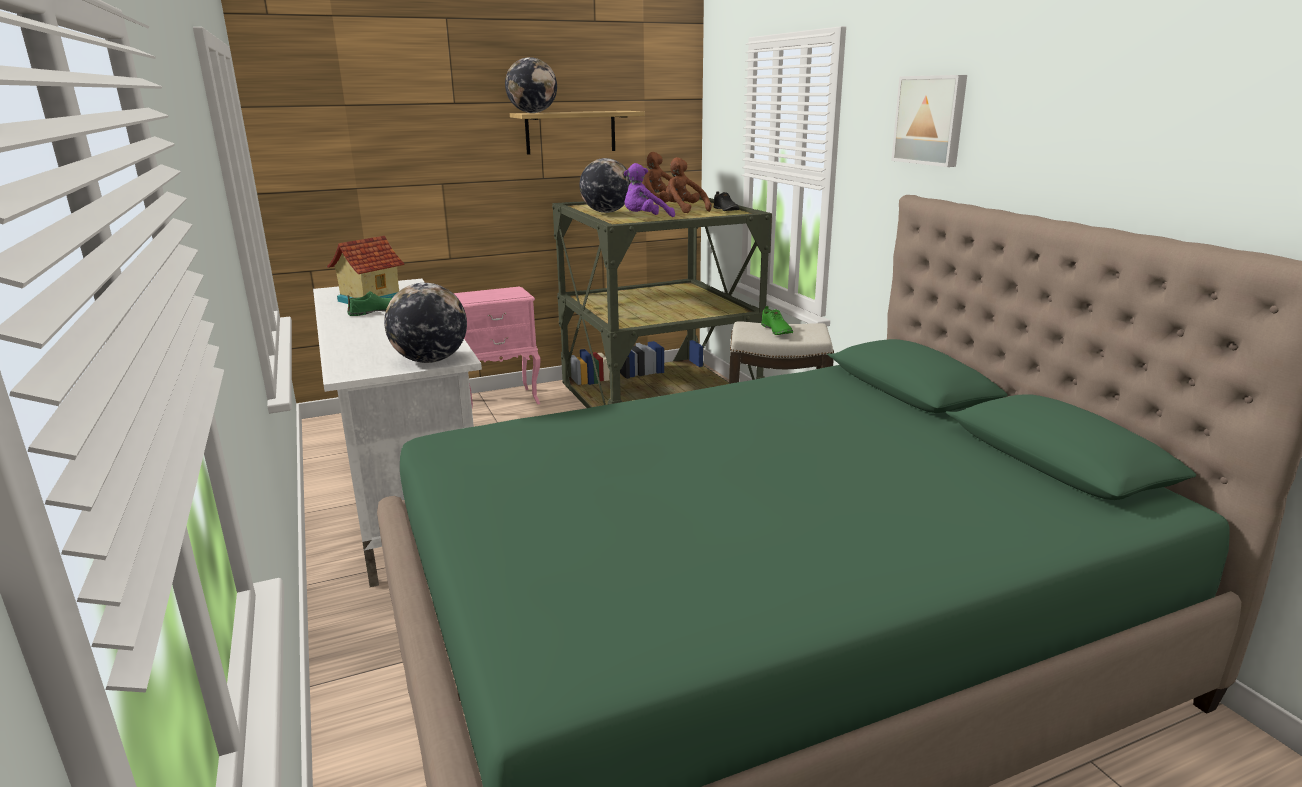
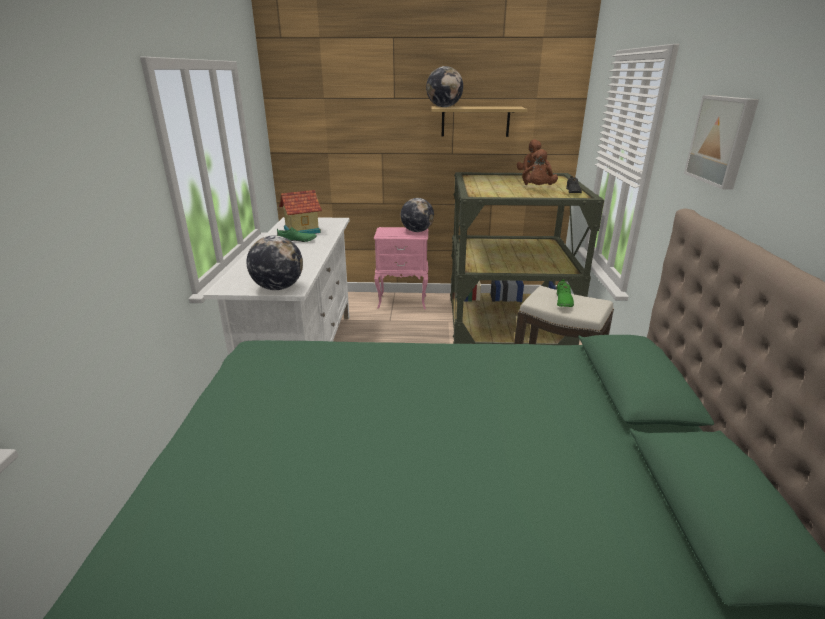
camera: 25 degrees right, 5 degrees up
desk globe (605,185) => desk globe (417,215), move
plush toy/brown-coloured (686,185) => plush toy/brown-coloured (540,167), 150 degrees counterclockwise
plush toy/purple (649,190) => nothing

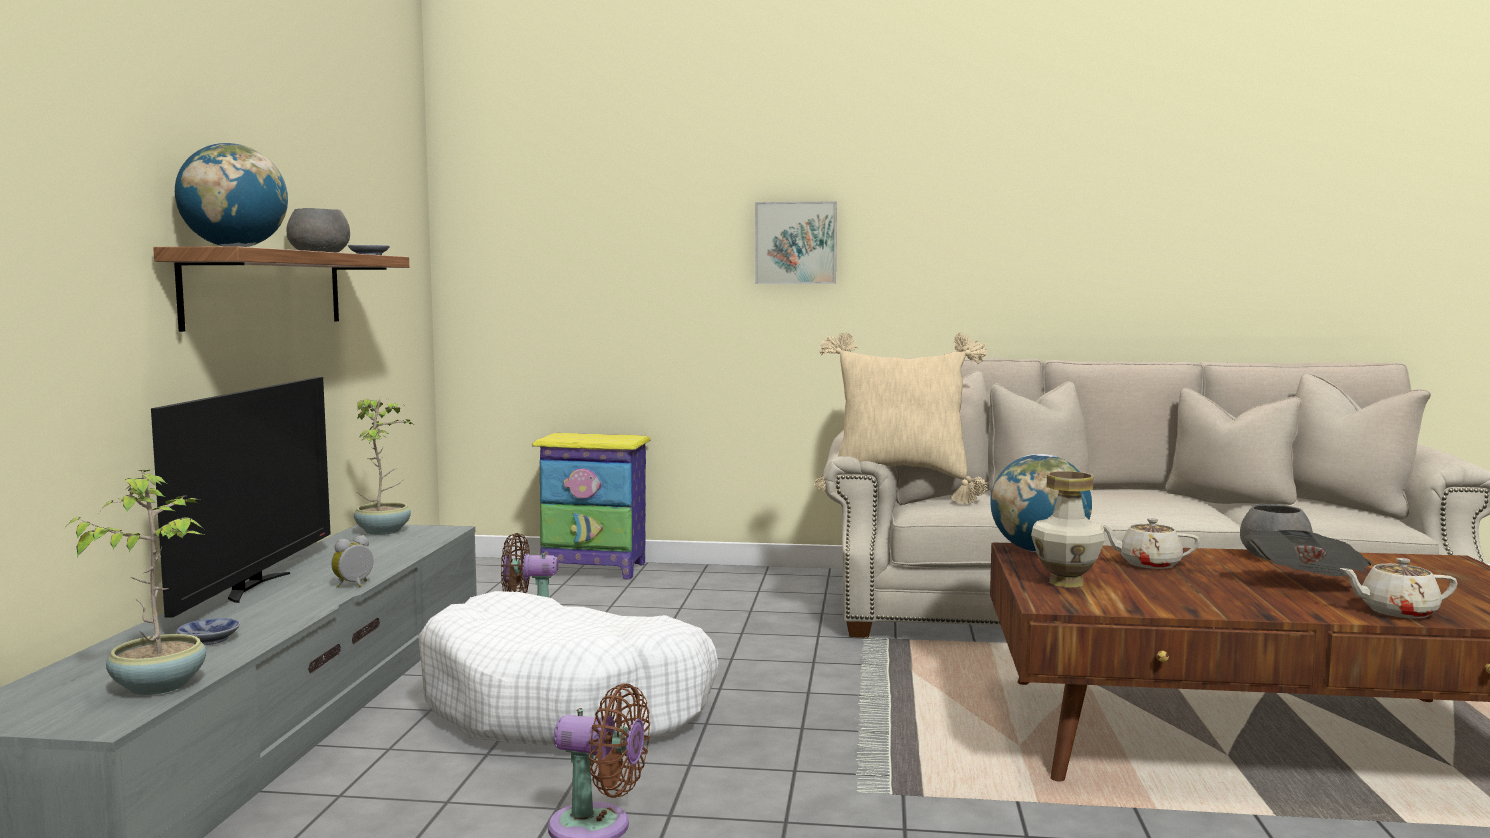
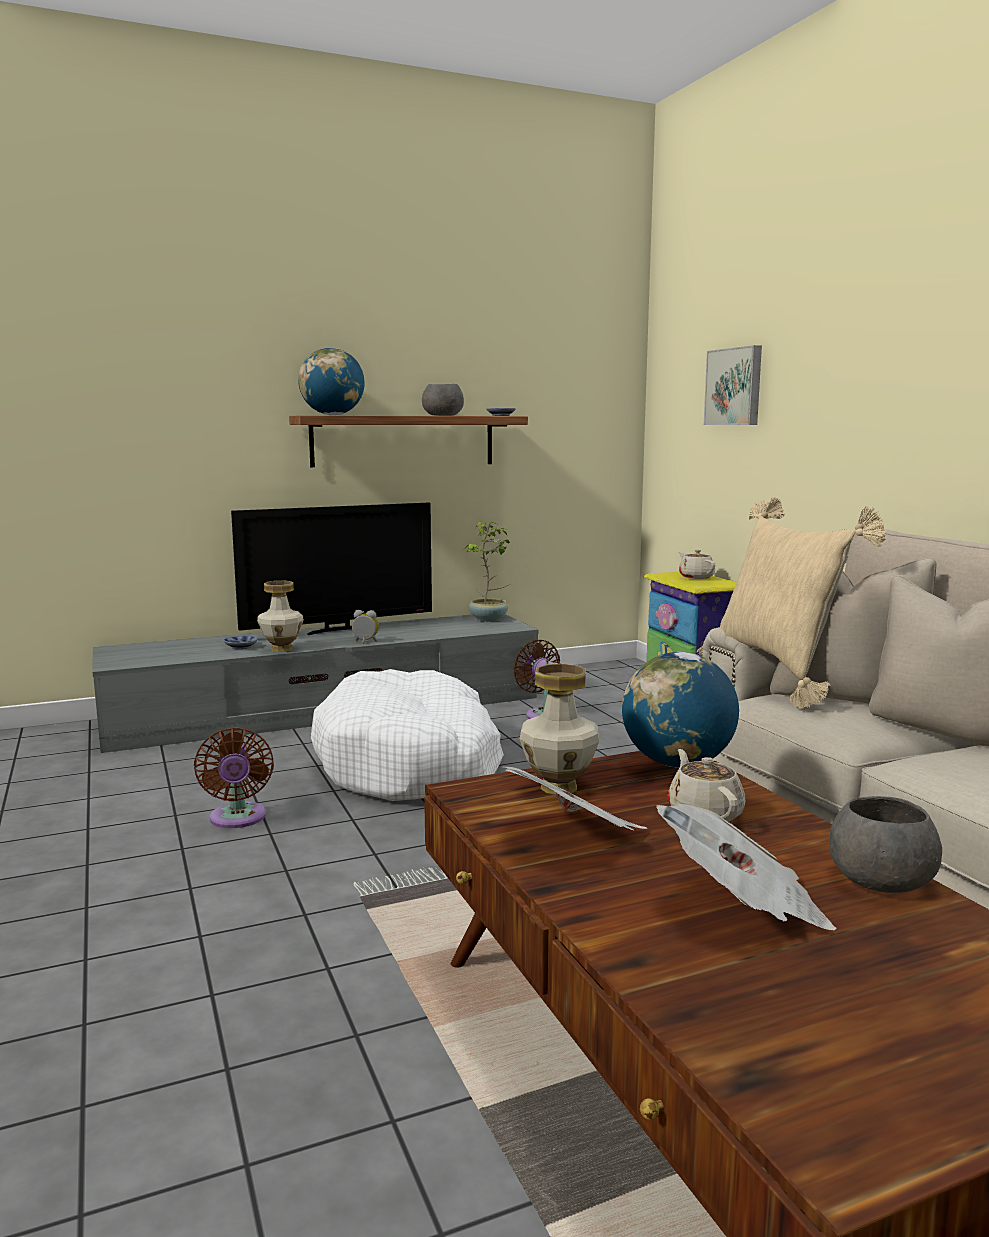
camera: 60 degrees right, 5 degrees up
nothing => decorative vase (280,616)
nothing => daily paper (576,798)
pot for tea/sand-coloured (1399,588) => pot for tea/sand-coloured (697,564), move
picture (796,242) => picture (733,385), move
houseplant (136,582) => nothing

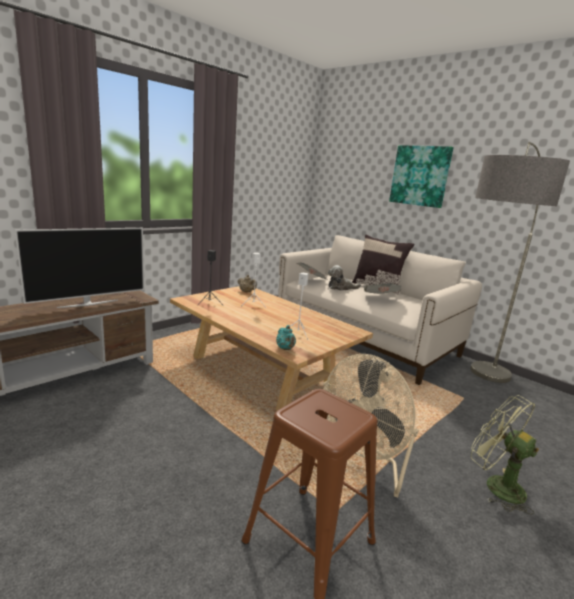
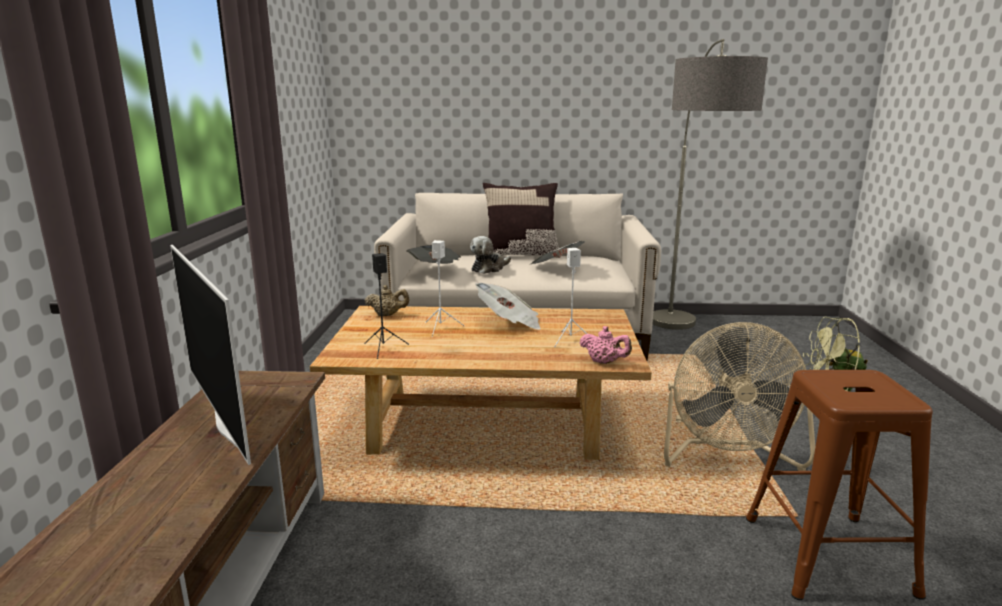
camera: 40 degrees left, 0 degrees up
television (79,268) => television (210,355), 135 degrees clockwise
nothing => daily paper (508,306)
pot for tea/turquoise-coloured (286,337) => pot for tea/pinkish (606,345)
picture (421,176) => nothing

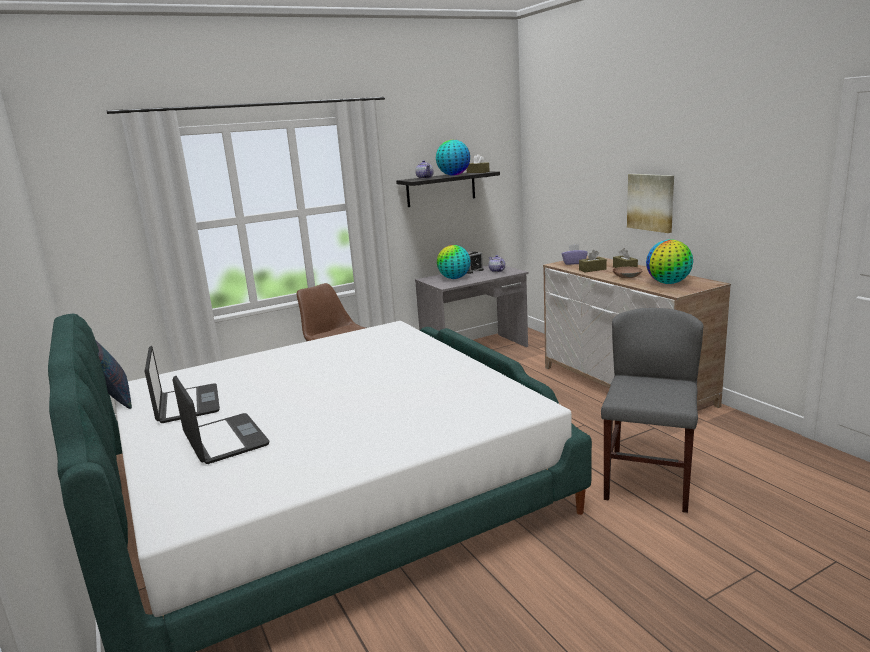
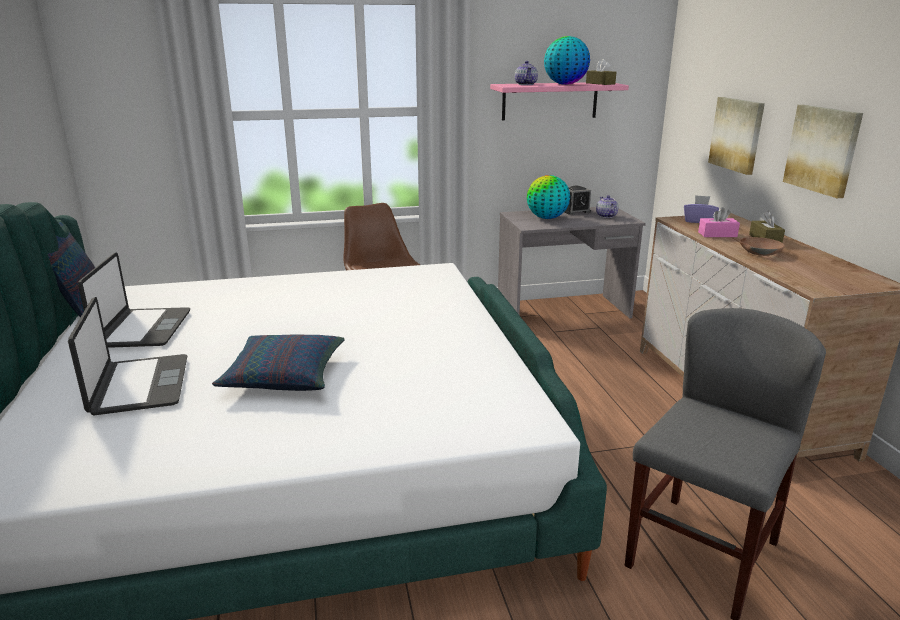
camera: 15 degrees right, 5 degrees up
nothing => throw pillow/bluish (278,363)
shelf/black-coloured (448,189) => shelf/pinkish (559,101)
tissue holder/brown-coloured (593,261) => tissue holder/pinkish (719,222)
nothing => picture (736,136)
desk globe (669,261) => nothing

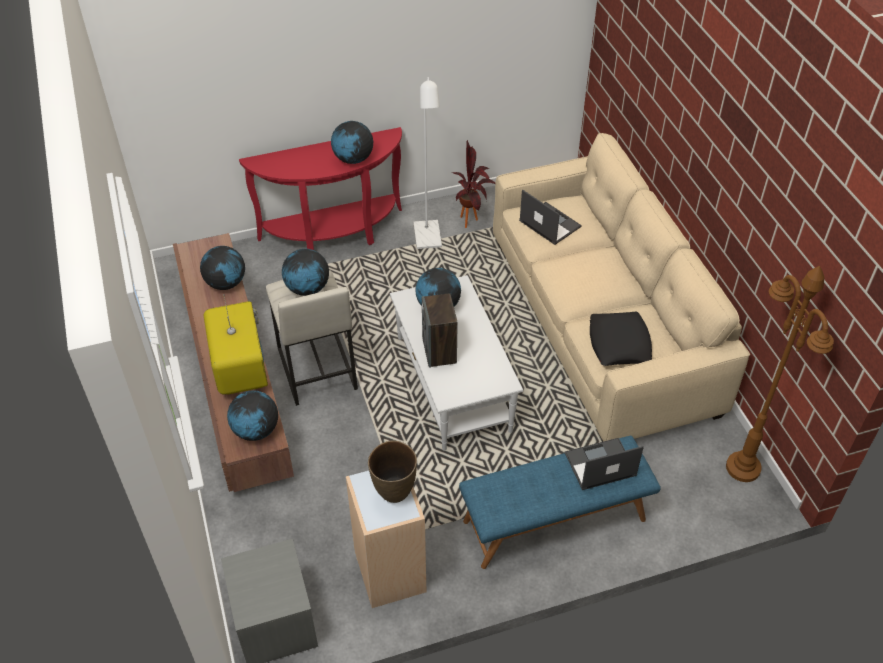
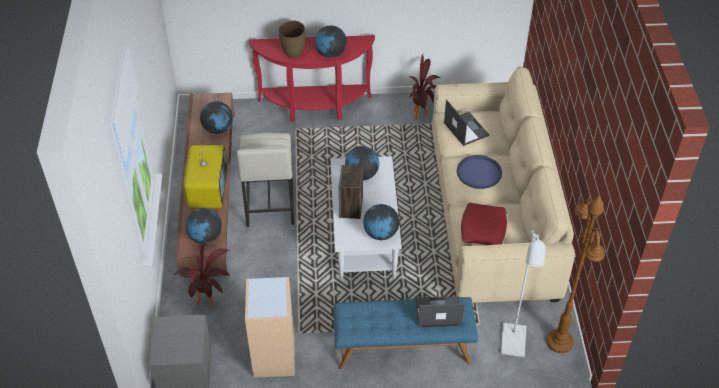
camera: 15 degrees right, 0 degrees up
nothing => houseplant (202,273)
decorative vase/brown-coloured (392,472) => decorative vase/brown-coloured (291,39), move
desk globe (305,272) => desk globe (381,222), move
nothing => carrying tray/bluish (479,172)
throw pillow/black-coloured (621,339) => throw pillow/reddish (484,224)
floor lamp/white (428,163) => floor lamp/white (523,293), move

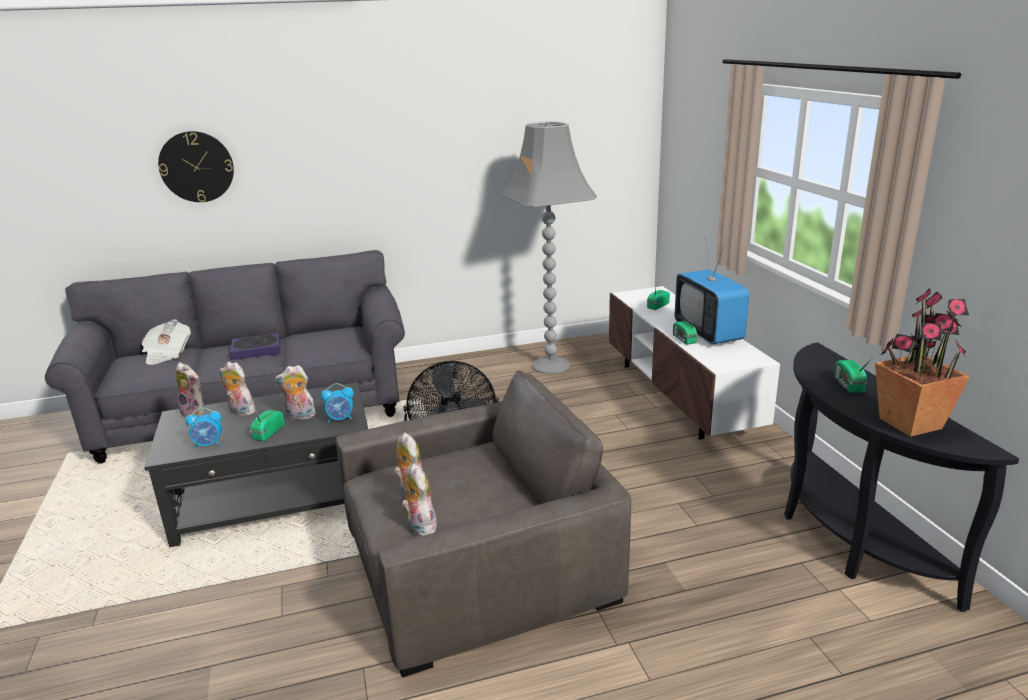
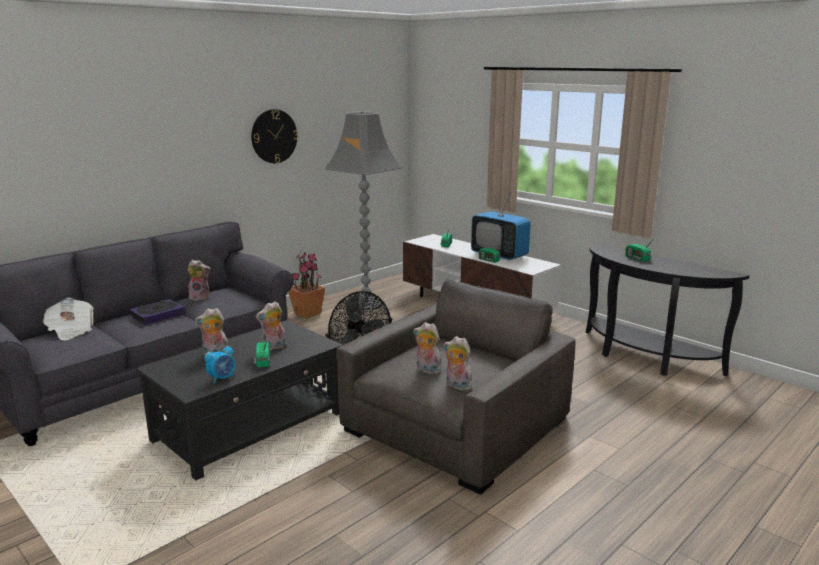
camera: 30 degrees left, 5 degrees down
plush toy (190,390) => plush toy (199,280), move
hanging clock (196,166) => hanging clock (274,136), move
houseplant (922,362) => houseplant (306,285), move
table clock (337,403) => nothing

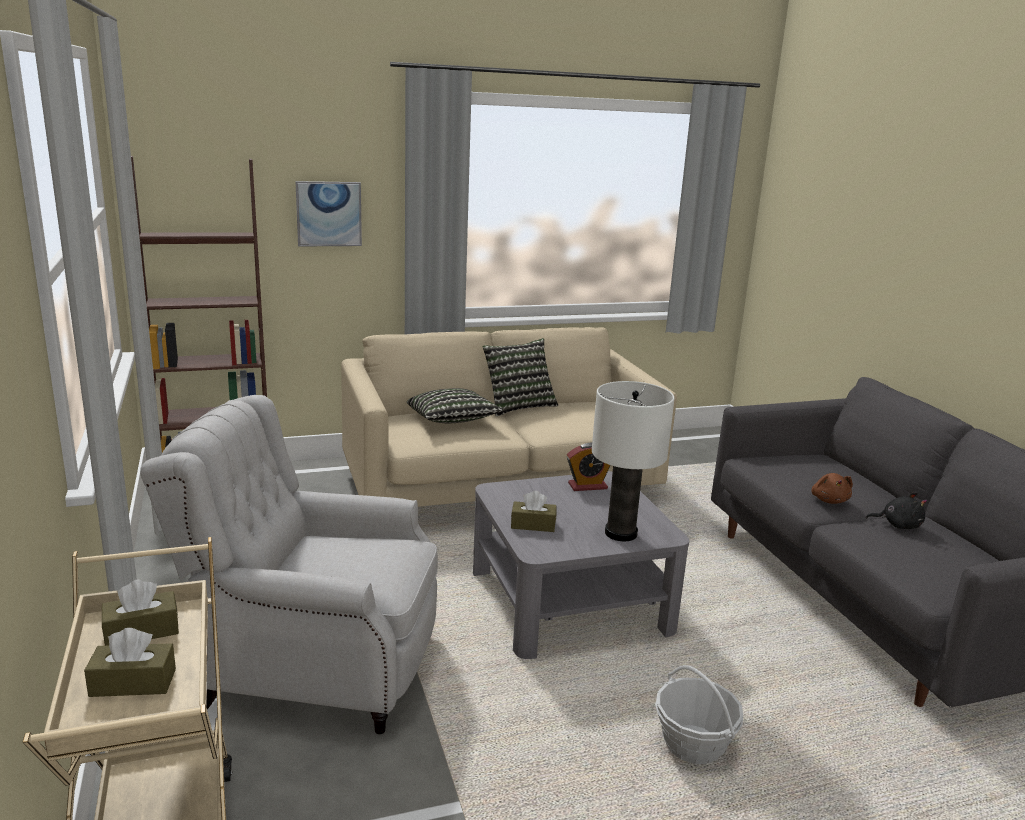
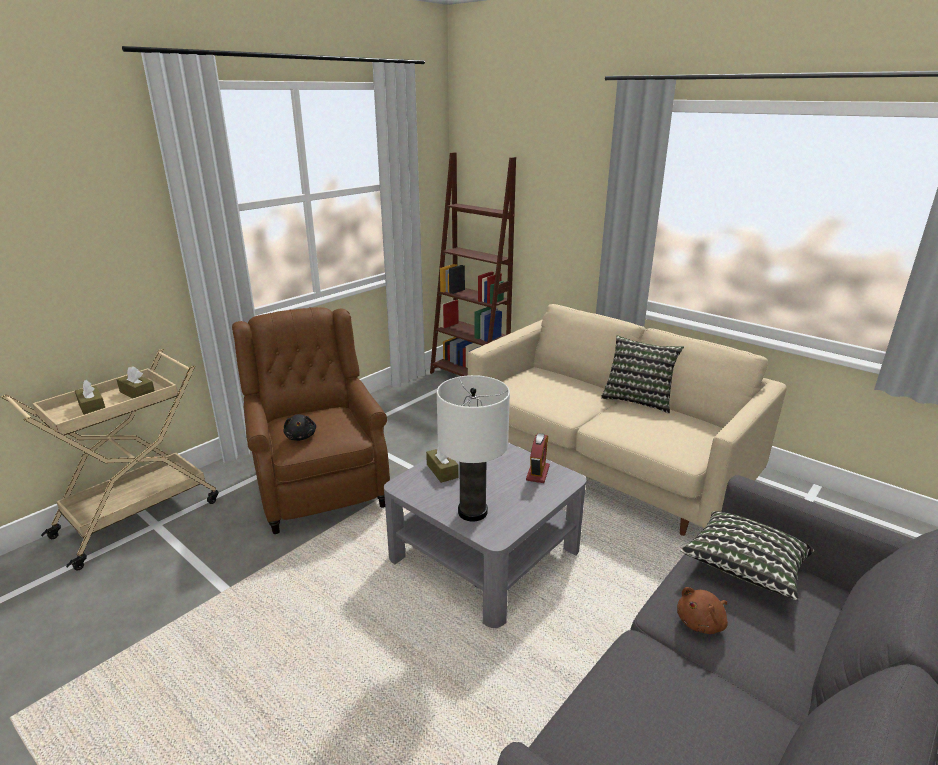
camera: 60 degrees right, 5 degrees up
armchair/white (289,564) => armchair/brown-coloured (311,420)
plush toy/black-coloured (896,510) => plush toy/black-coloured (299,427), move
table clock (589,466) => table clock (538,458), 120 degrees counterclockwise
throw pillow (455,405) => throw pillow (747,555), move
picture (328,214) => nothing
basket (699,714) => nothing

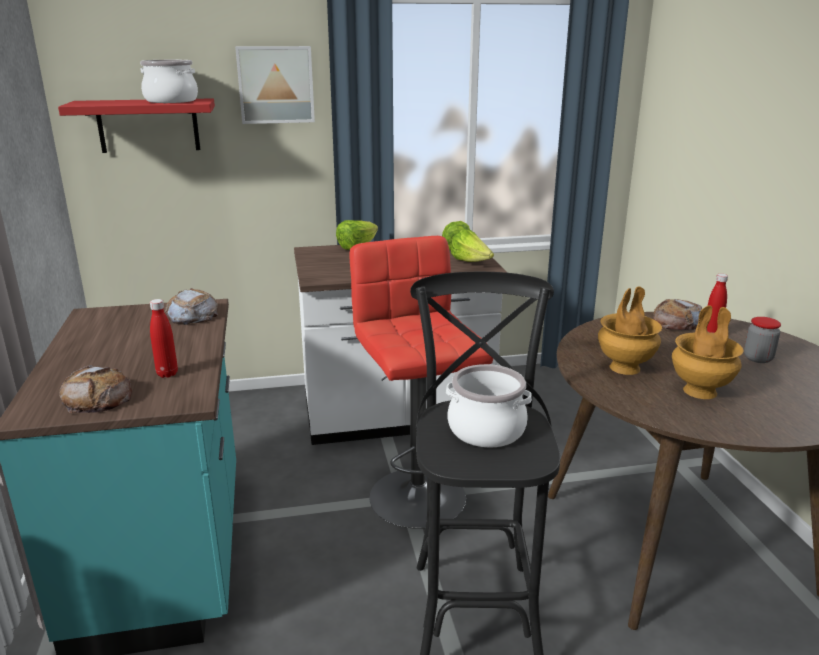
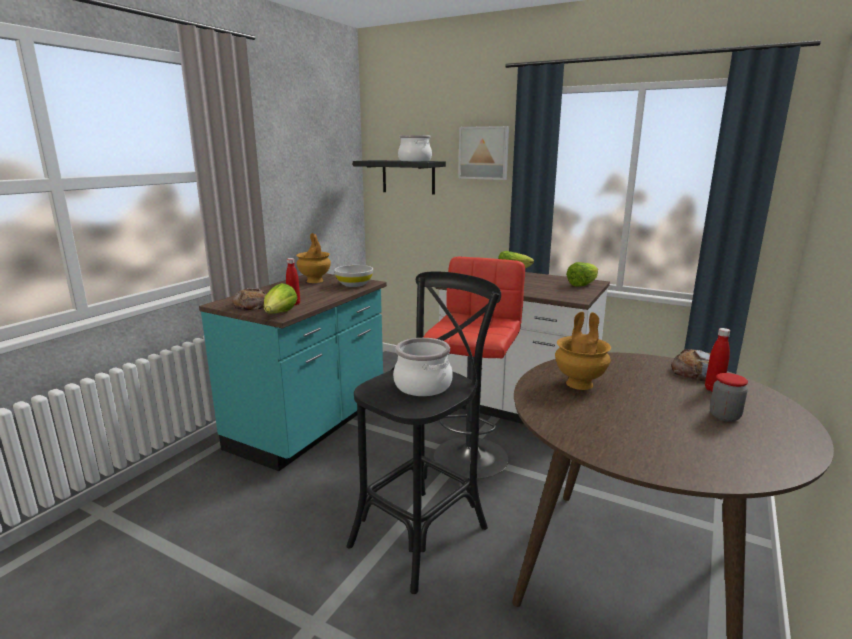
camera: 40 degrees right, 5 degrees down
head of lettuce (472,245) => head of lettuce (281,298), move
decorative vase/brown-coloured (707,352) => decorative vase/brown-coloured (313,258), move
bread (191,306) => bowl/white (353,276)
shelf/reddish (136,125) => shelf/black-coloured (399,177)

